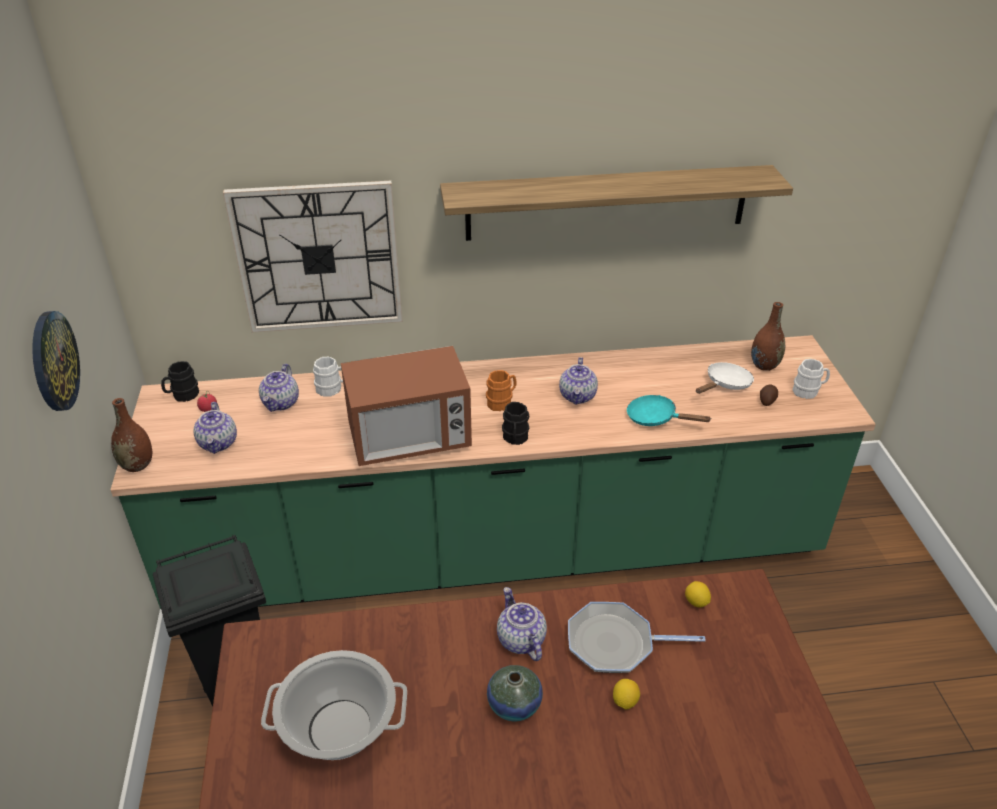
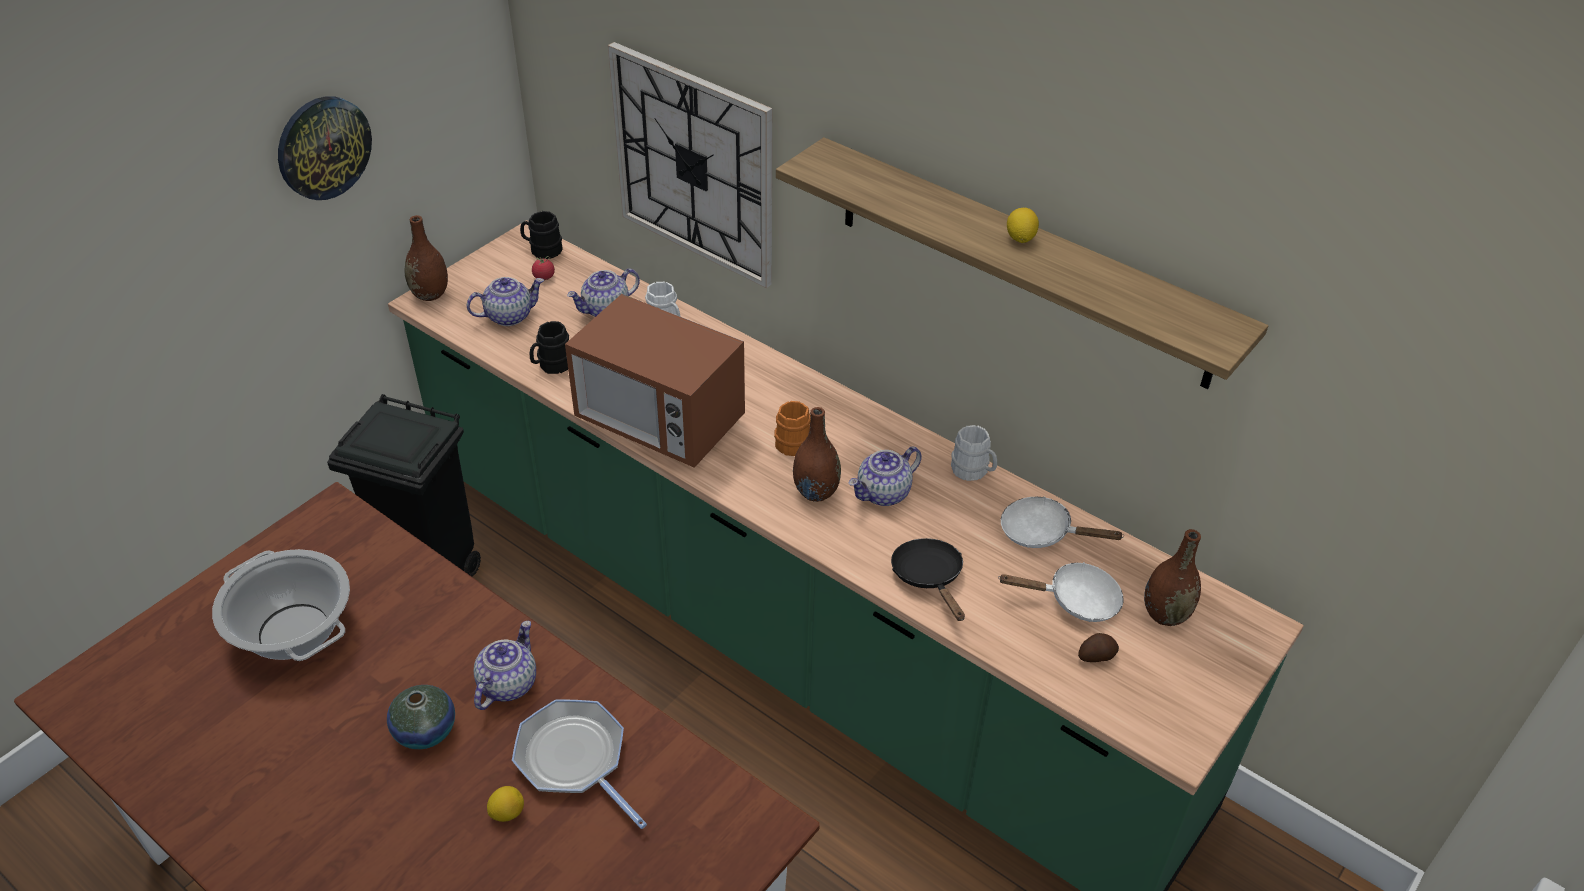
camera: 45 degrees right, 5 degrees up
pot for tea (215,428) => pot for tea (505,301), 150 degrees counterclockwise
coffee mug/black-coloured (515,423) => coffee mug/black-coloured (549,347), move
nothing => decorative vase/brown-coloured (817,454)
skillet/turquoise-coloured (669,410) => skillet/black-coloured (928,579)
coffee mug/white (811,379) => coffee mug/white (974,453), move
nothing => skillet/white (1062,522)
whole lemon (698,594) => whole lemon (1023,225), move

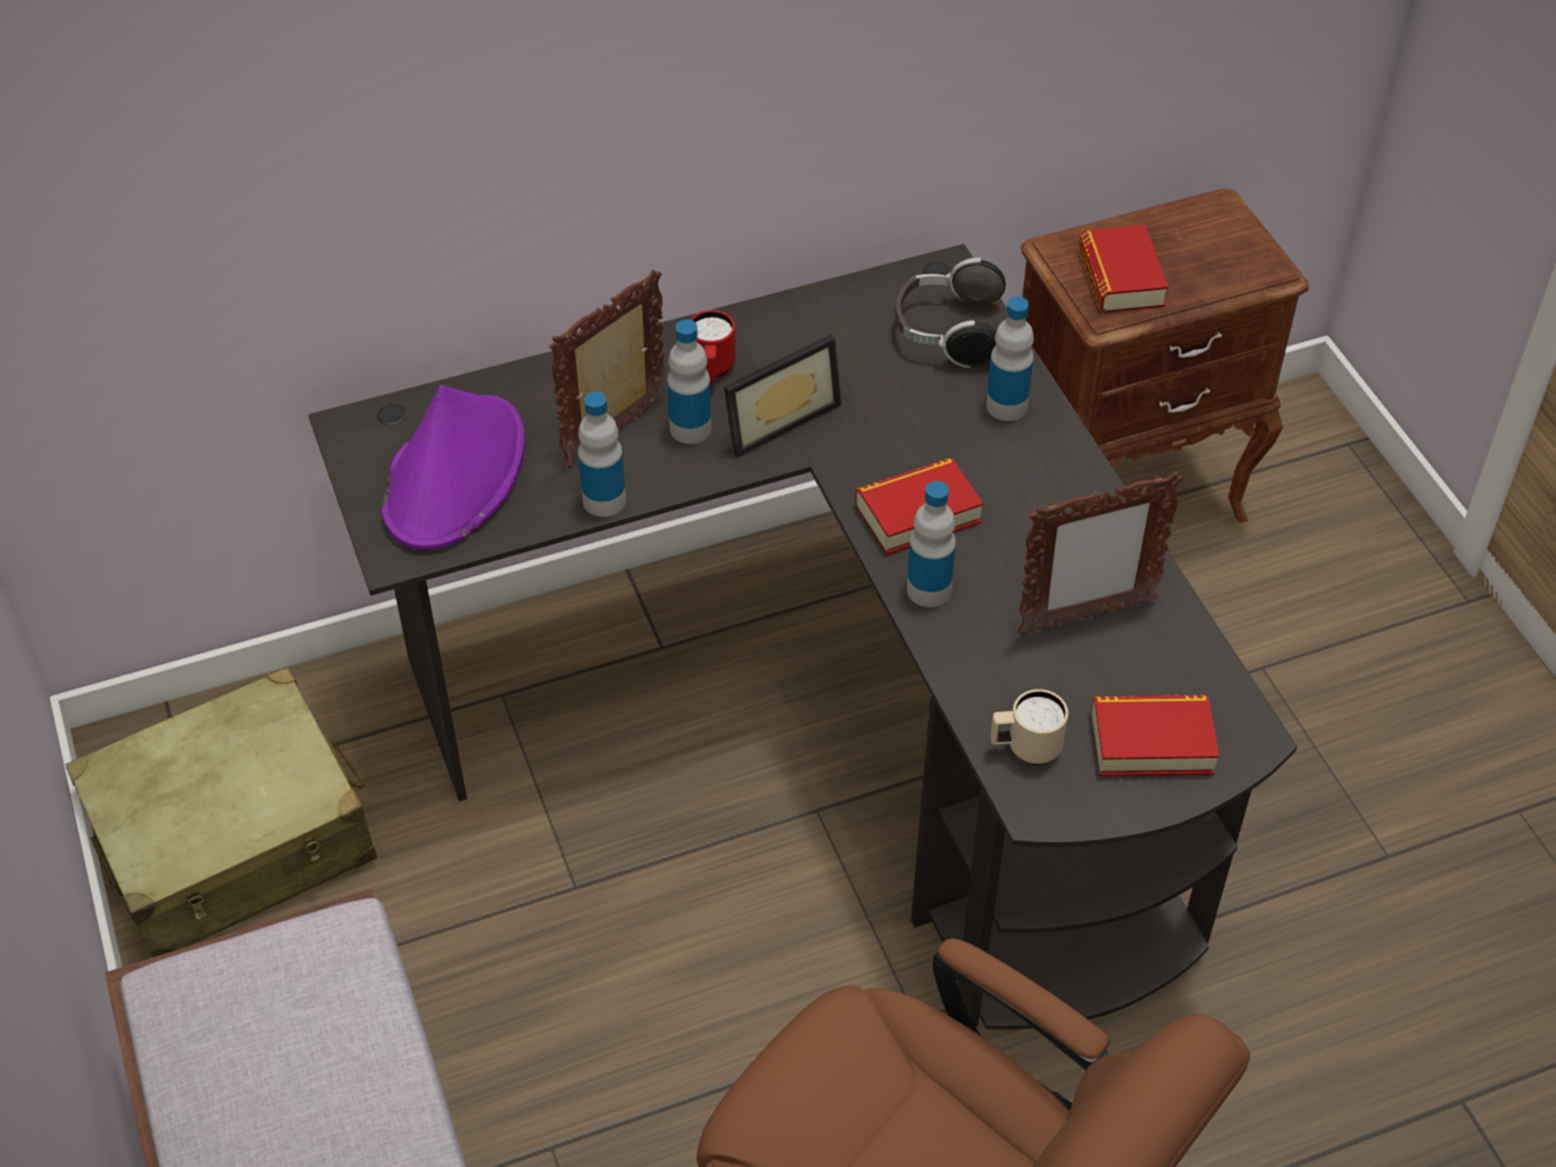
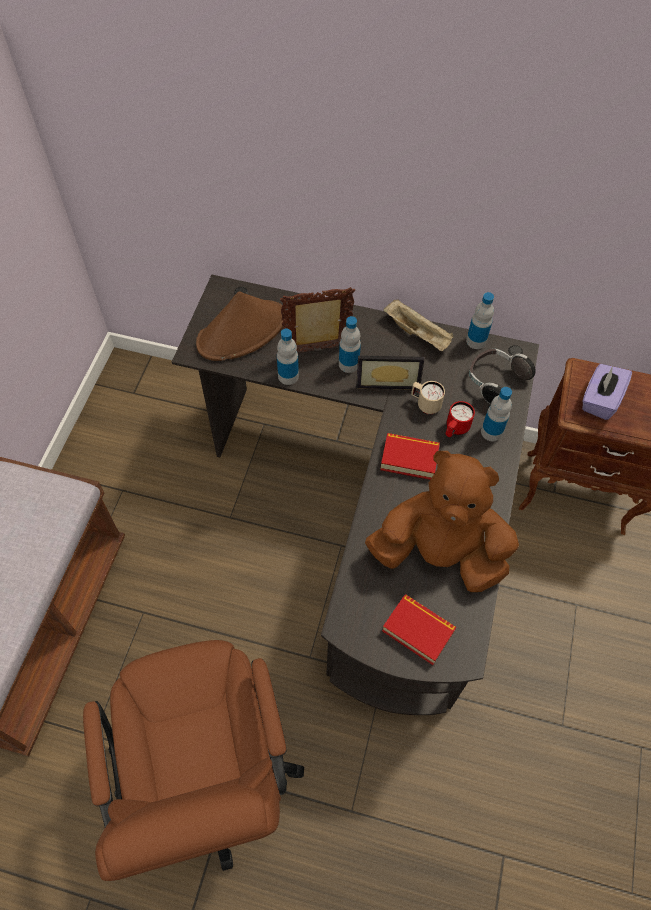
camera: 35 degrees right, 10 degrees up
wearable hat/purple (453,467) => wearable hat/brown-coloured (240,326)
standing frame (1100,554) => plush toy/brown-coloured (442,521)
nothing => carrying tray/sand-coloured (418,325)
coffee mug/sand-coloured (1029,727) => coffee mug/sand-coloured (428,397), move
coffee mug/reddish (713,346) => coffee mug/reddish (460,419), move
beverage bottle (931,544) => beverage bottle (480,320), move
volume (1124,268) => tissue holder/purple (607,392)
piece of luggage/sand-coloured (221,811) => nothing

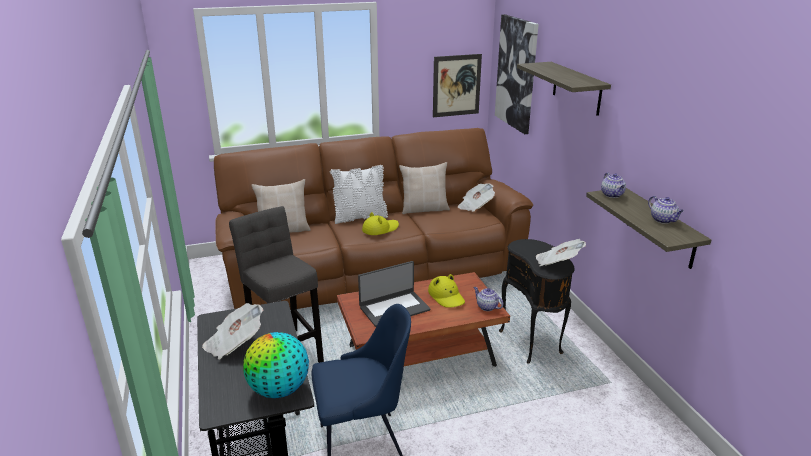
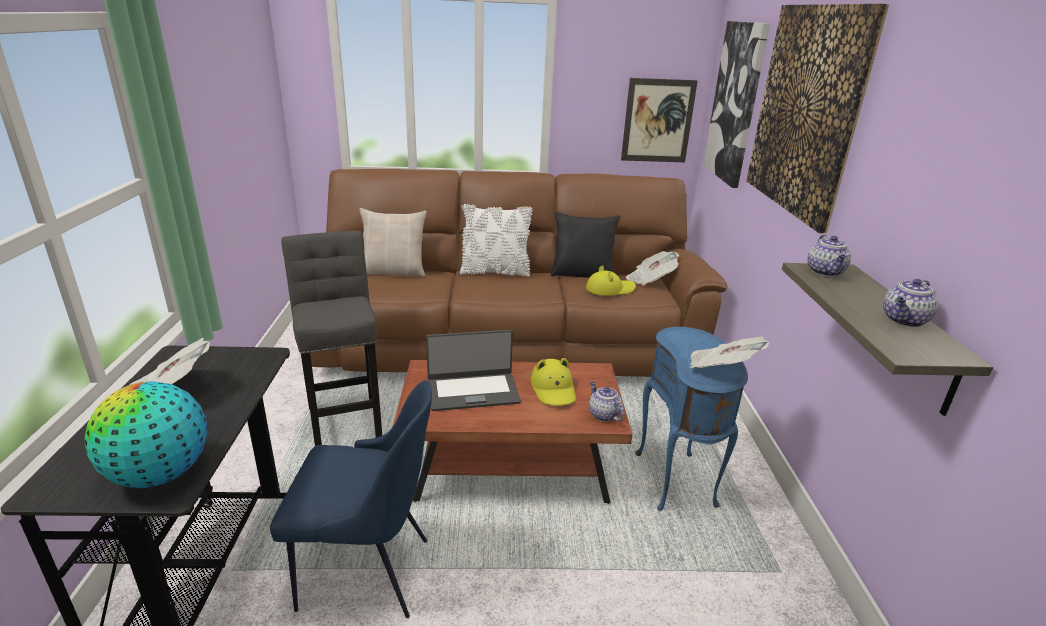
camera: 15 degrees right, 0 degrees up
throw pillow/sand-coloured (424,188) => throw pillow/black-coloured (585,244)
wearable hat/yellow (380,223) => wearable hat/yellow (611,281), move
accent table/black-coloured (537,301) => accent table/bluish (691,419)
shelf (564,89) => picture (817,118)
pot for tea (666,210) => pot for tea (910,303), 60 degrees clockwise

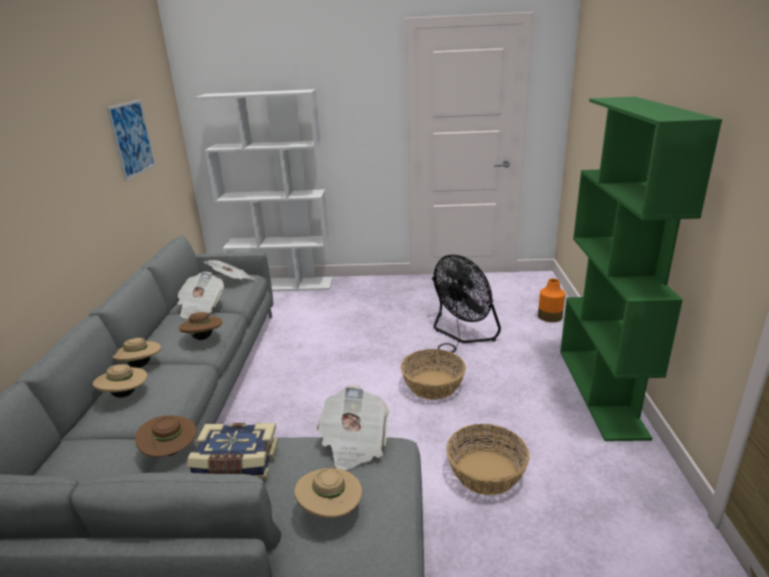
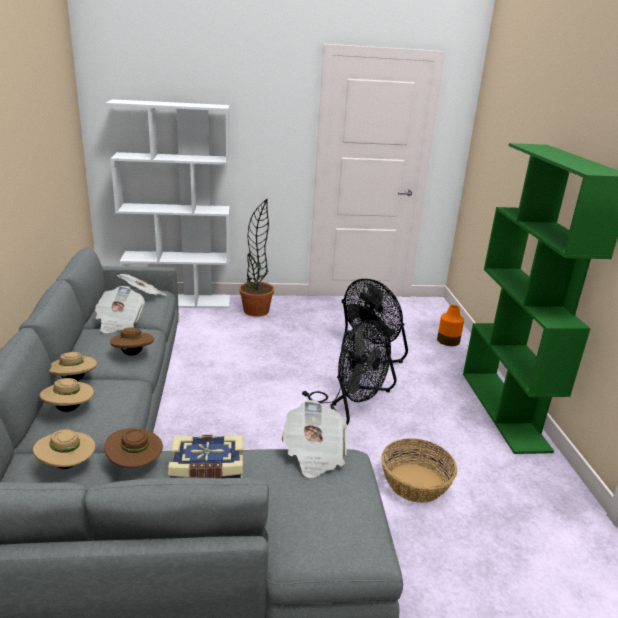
camera: 10 degrees left, 0 degrees up
wearable hat/sand-coloured (328,493) => wearable hat/sand-coloured (64,449), move
nothing => houseplant (256,258)
basket (433,374) => electric fan/black-coloured (349,372)
picture (131,140) => nothing

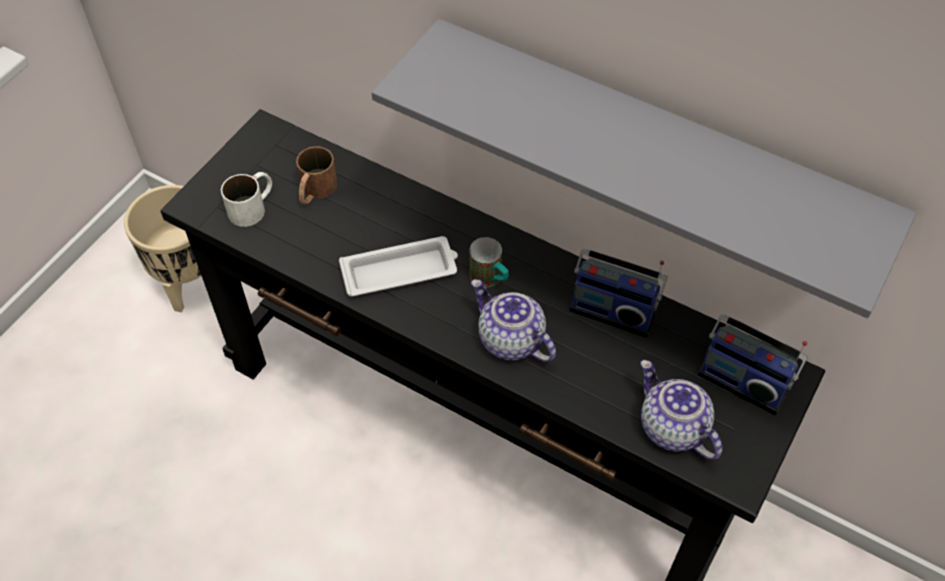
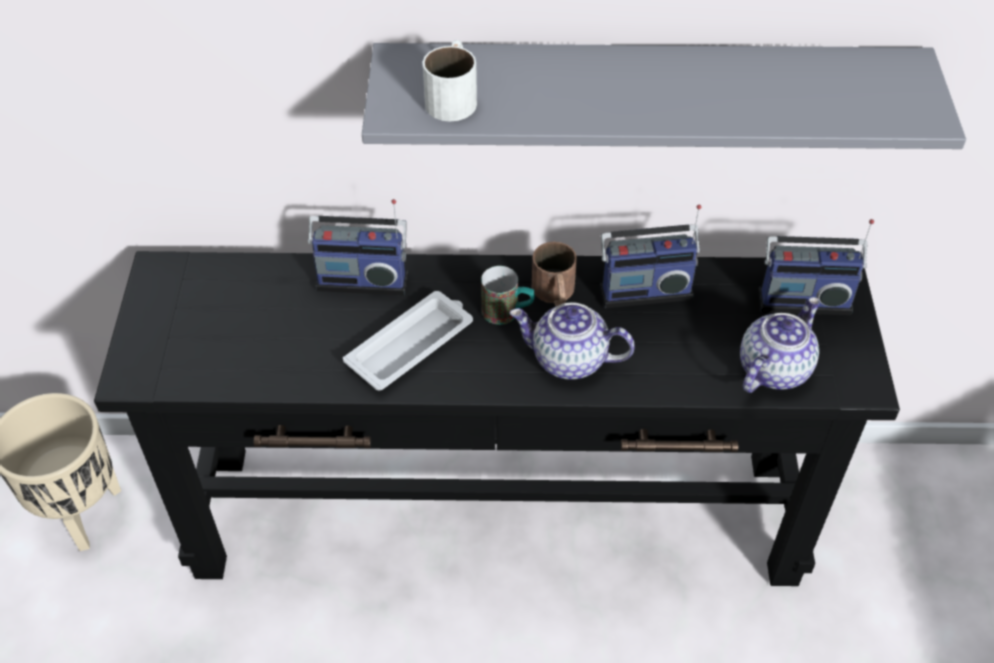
camera: 30 degrees left, 5 degrees down
nothing => radio receiver (358,247)
coffee mug/white (246,199) => coffee mug/white (450,80), move
coffee mug/brown-coloured (316,175) => coffee mug/brown-coloured (554,274), move
pot for tea (681,410) => pot for tea (780,345), 105 degrees clockwise

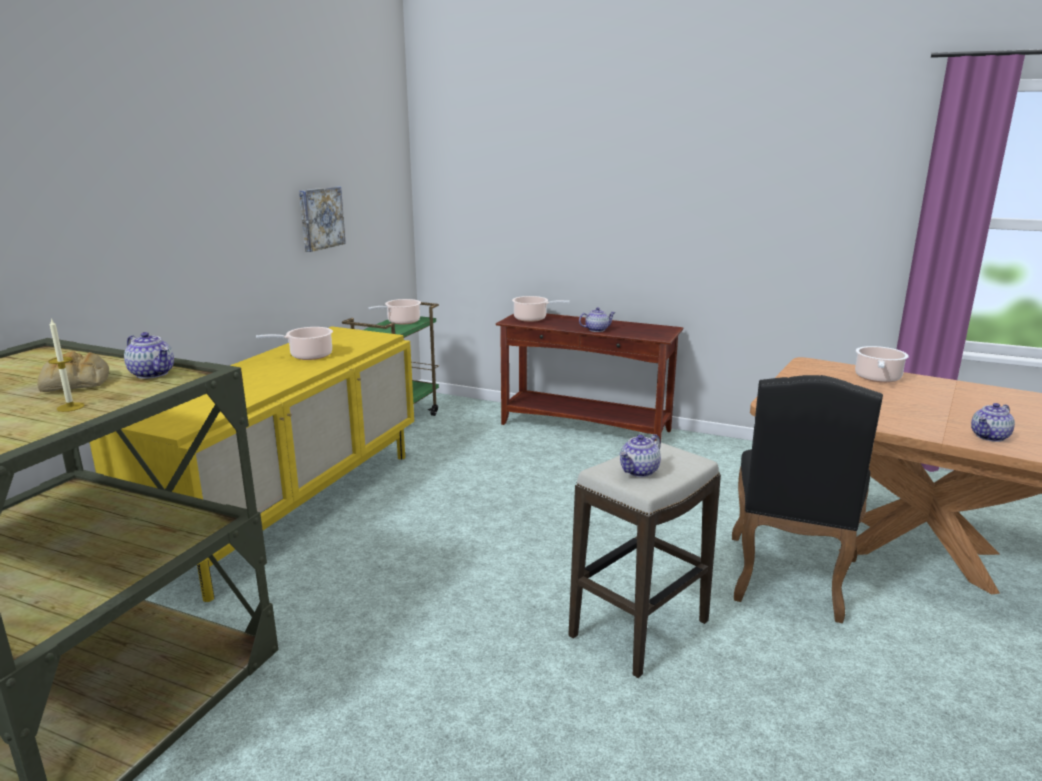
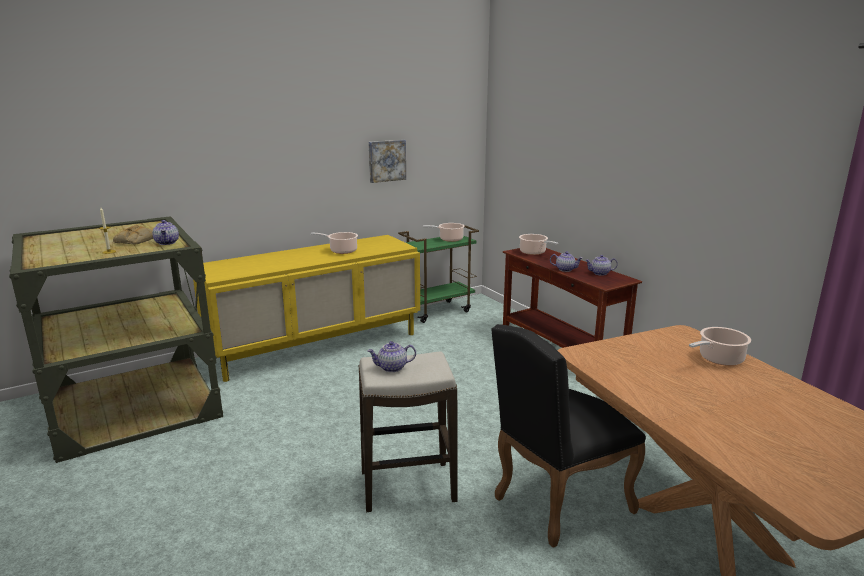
camera: 35 degrees right, 0 degrees up
pot for tea (993,422) => pot for tea (601,265), move

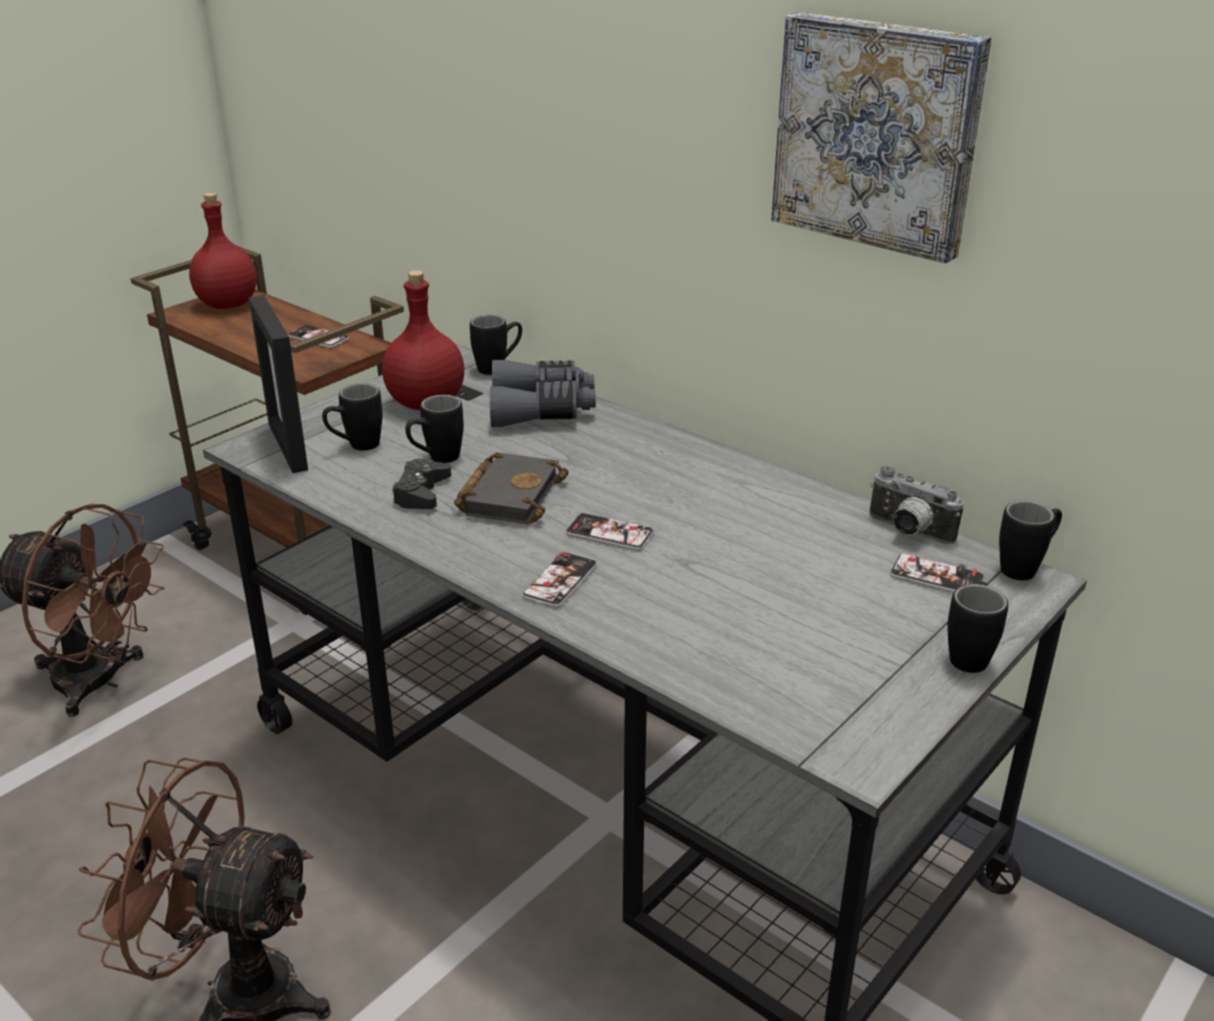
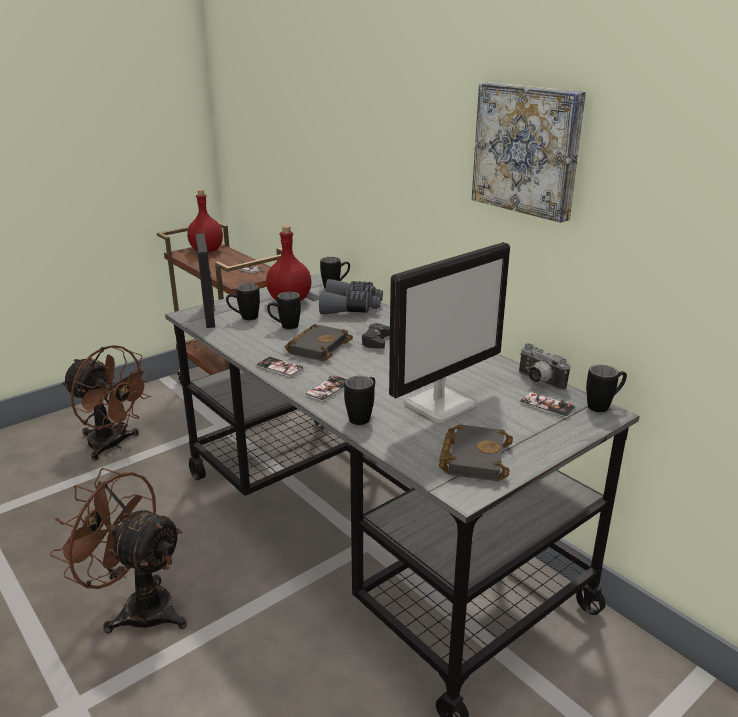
camera: 10 degrees right, 5 degrees down
handset (609,532) => handset (280,367), move
coffee mug/black-coloured (977,627) => coffee mug/black-coloured (359,400), move
joypad/black-coloured (421,484) => joypad/black-coloured (375,336), move
nothing => computer display (449,332)
nothing => volume/black-coloured (476,452)

